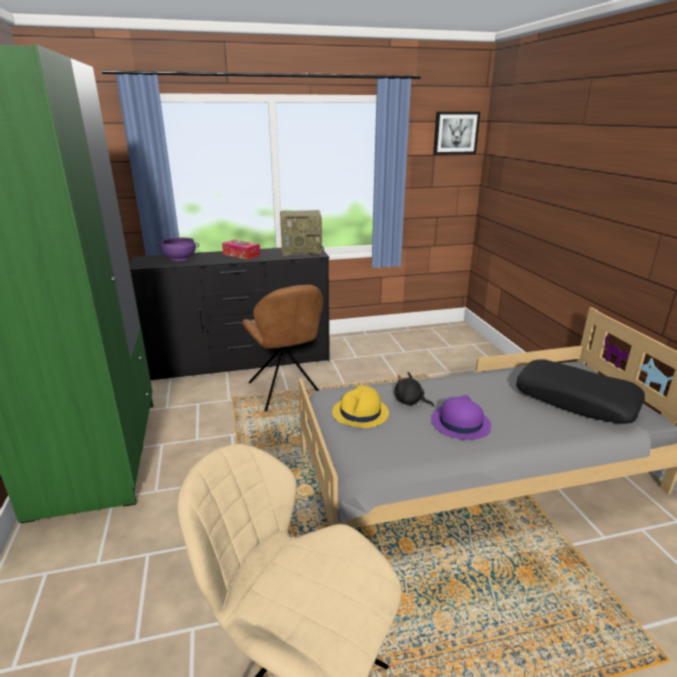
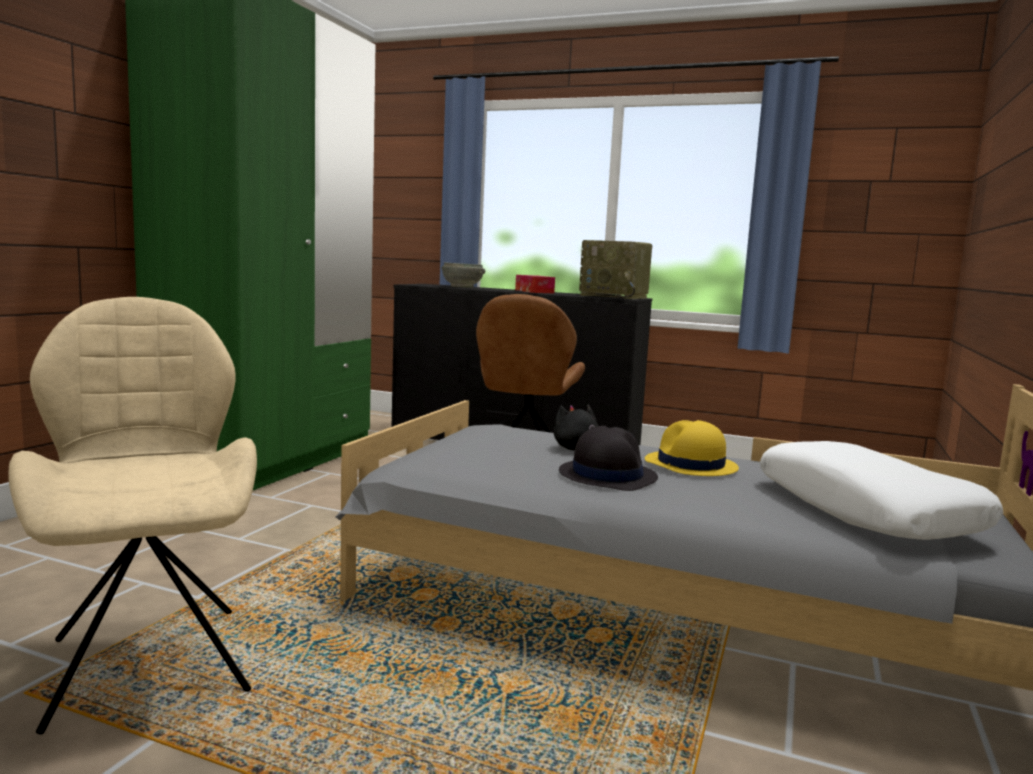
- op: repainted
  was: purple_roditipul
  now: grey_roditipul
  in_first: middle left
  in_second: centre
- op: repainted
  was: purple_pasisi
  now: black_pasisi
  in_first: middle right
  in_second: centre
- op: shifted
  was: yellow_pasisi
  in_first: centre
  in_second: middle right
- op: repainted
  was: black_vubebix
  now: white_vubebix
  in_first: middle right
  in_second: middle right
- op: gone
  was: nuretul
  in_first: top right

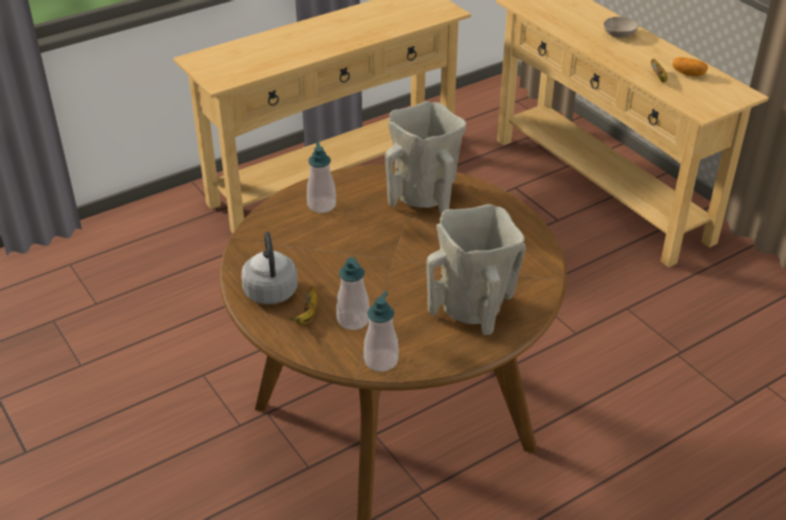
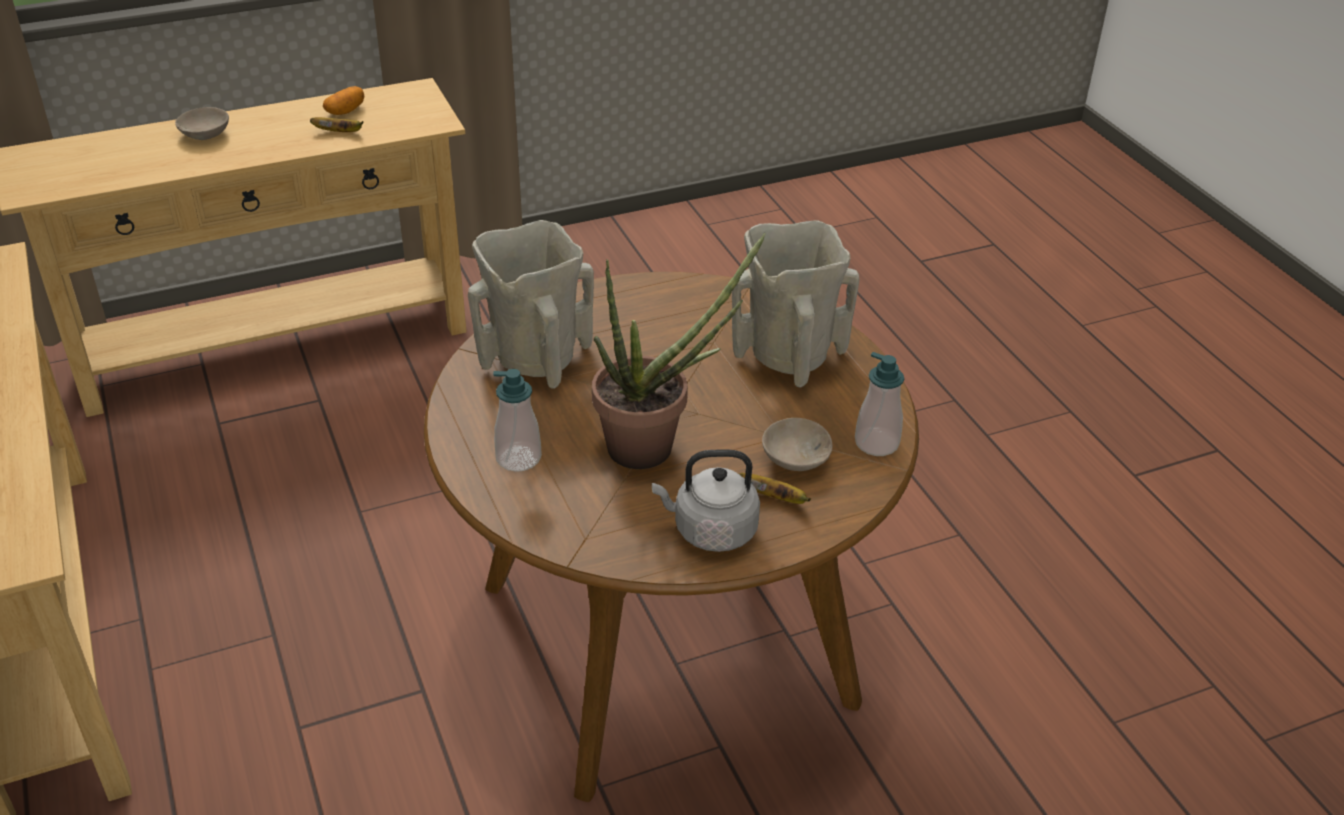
- op: new
  now: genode
  in_second: centre
- op: swapped
  was: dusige (no. 2 from left)
  now: beige_roditipul (no. 2 from left)
  in_first: centre
  in_second: centre

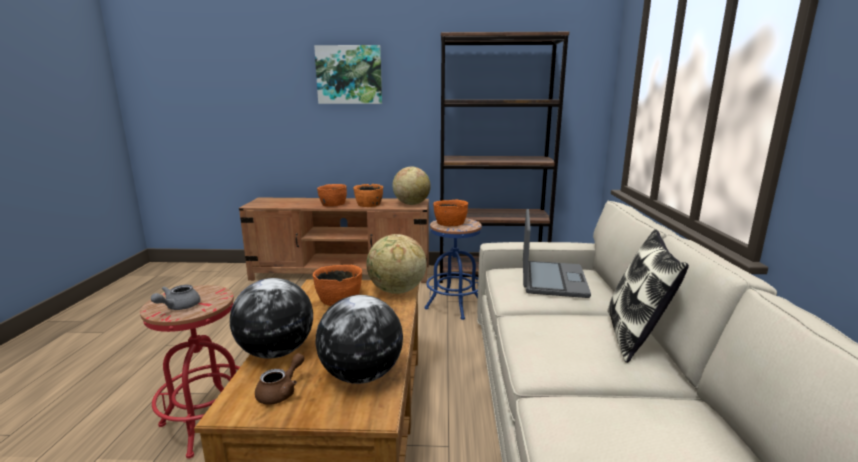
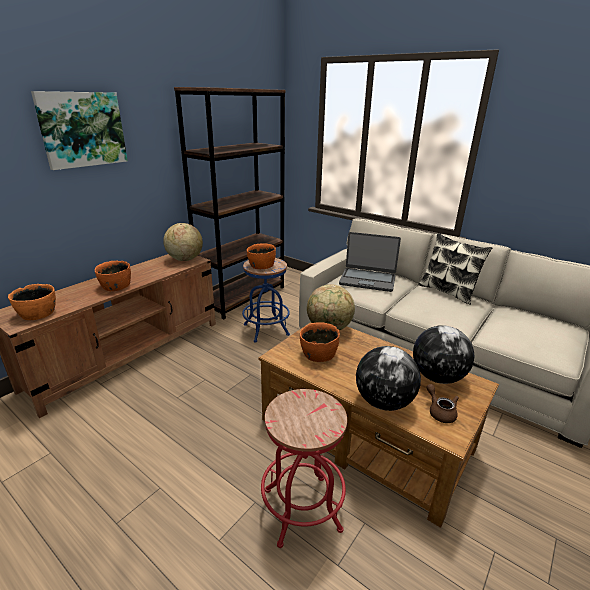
- op: shifted
  was: orange_roditipul (no. 3 from left in the first image)
  now: orange_roditipul (no. 1 from left)
  in_first: centre
  in_second: middle left
- op: rotated
  was: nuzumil
  in_first: centre
  in_second: centre
  clockwise: 150
- op: gone
  was: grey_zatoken
  in_first: middle left

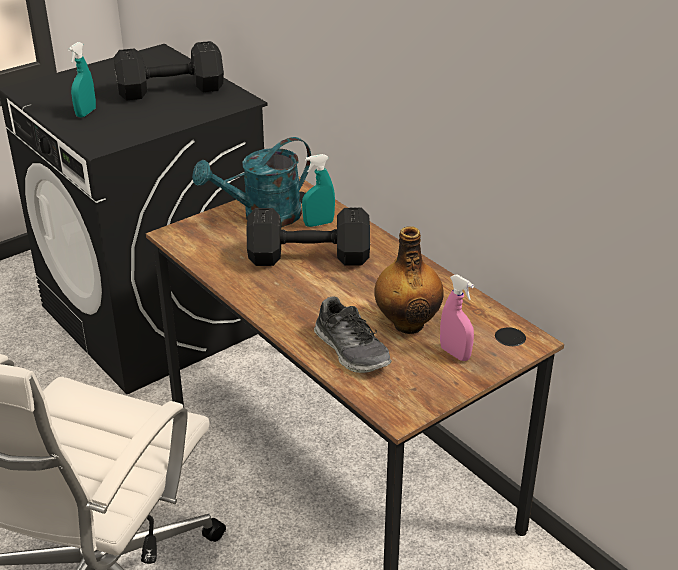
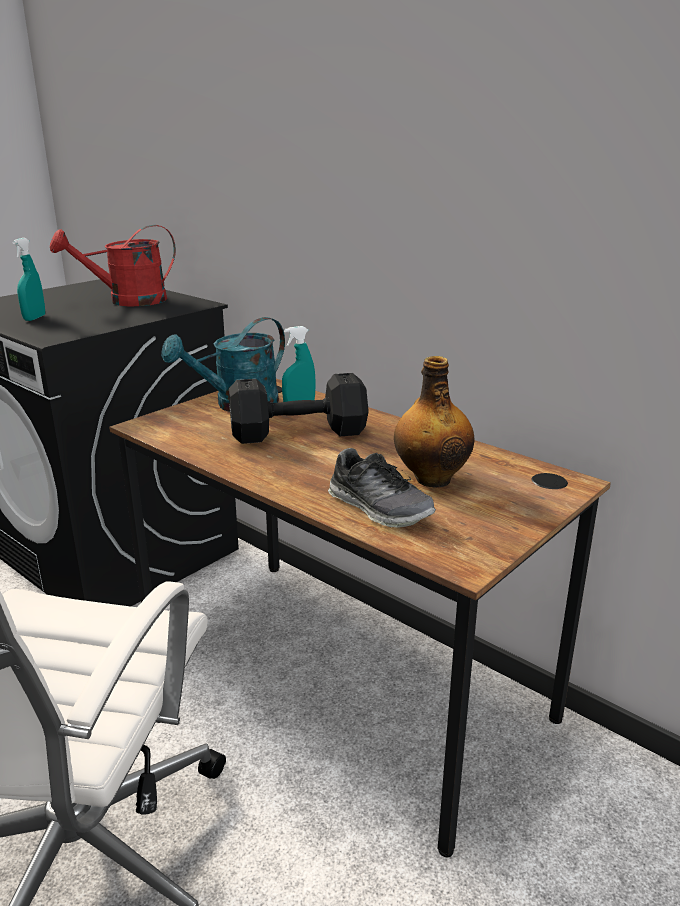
- op: swapped
  was: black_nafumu (no. 1 from left)
  now: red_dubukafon
  in_first: top left
  in_second: top left
- op: gone
  was: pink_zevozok
  in_first: middle right

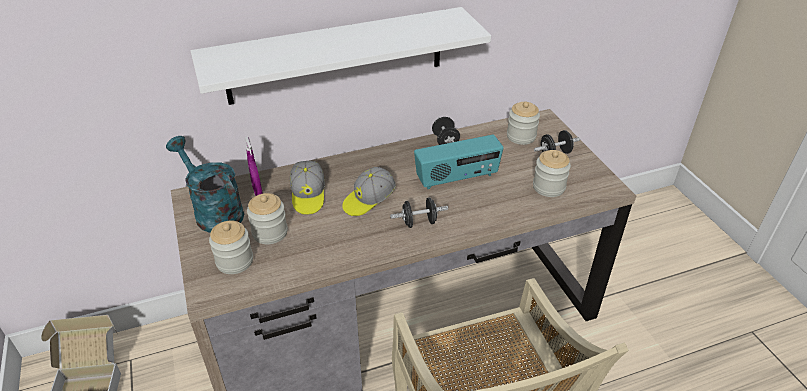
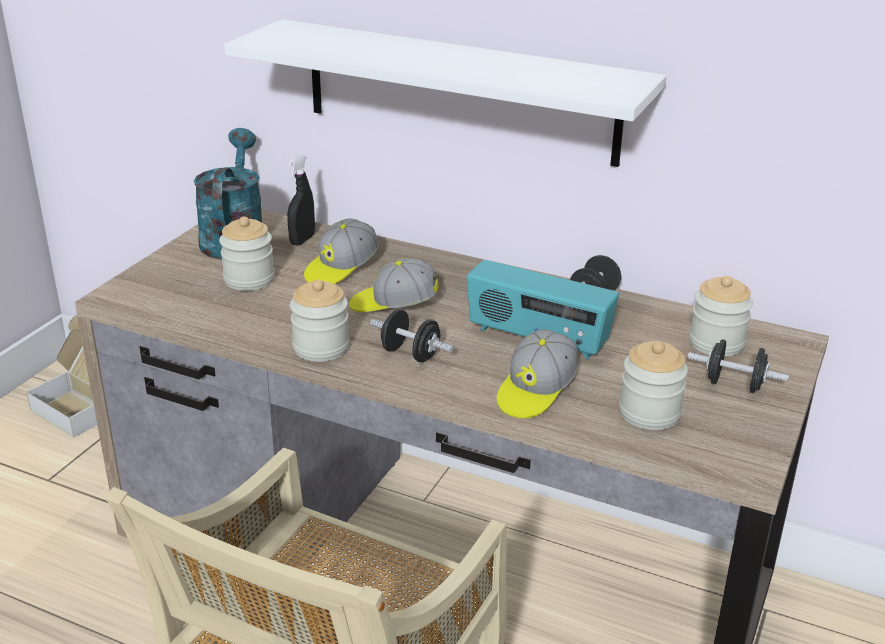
- op: repainted
  was: purple_zevozok
  now: black_zevozok
  in_first: middle left
  in_second: top centre
- op: shifted
  was: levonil (no. 1 from left in the first image)
  now: levonil (no. 2 from left)
  in_first: middle left
  in_second: centre
- op: new
  now: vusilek (no. 3 from left)
  in_second: centre

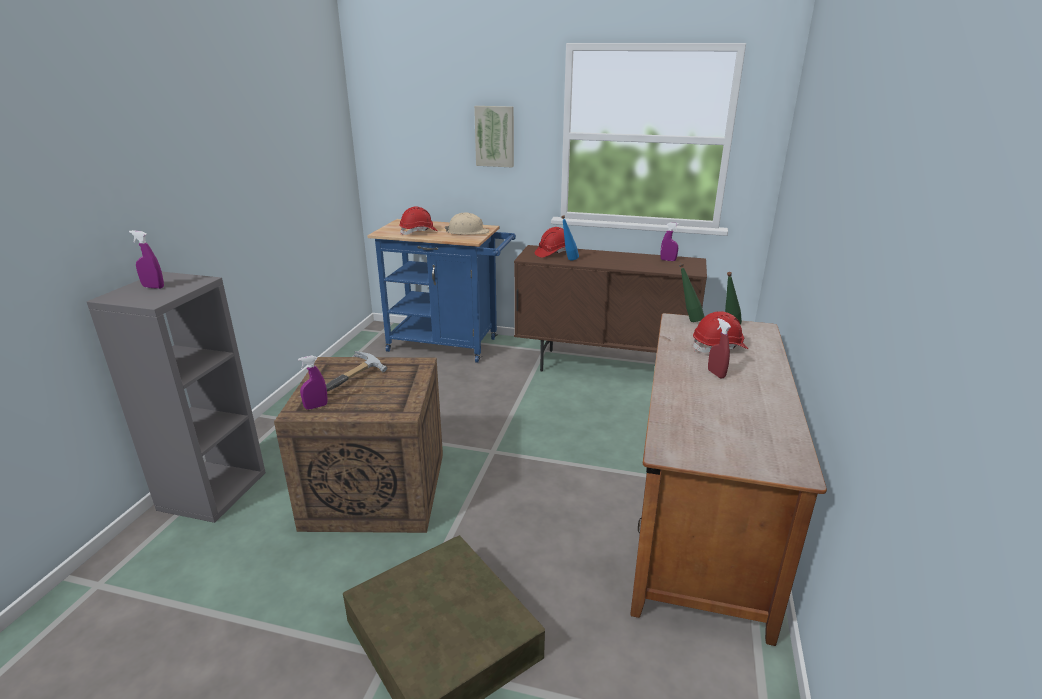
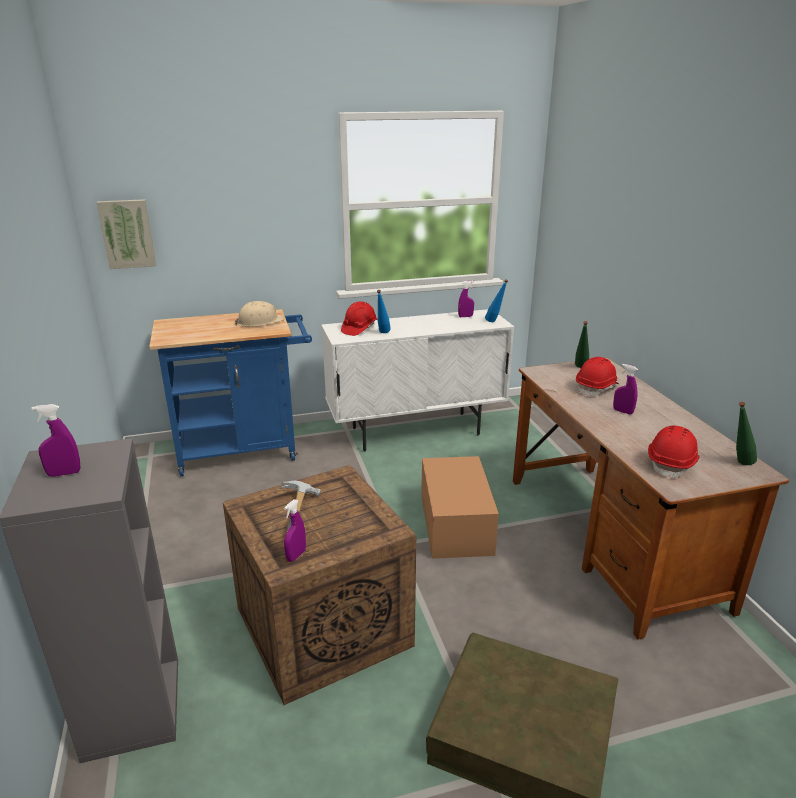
- op: shifted
  was: nuretul
  in_first: top centre
  in_second: top left
- op: repainted
  was: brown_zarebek
  now: white_zarebek
  in_first: centre
  in_second: centre
- op: new
  now: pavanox
  in_second: centre
- op: new
  now: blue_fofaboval (no. 2 from left)
  in_second: centre
- op: repainted
  was: red_zevozok
  now: purple_zevozok (no. 4 from left)
  in_first: middle right
  in_second: middle right
- op: shifted
  was: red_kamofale (no. 1 from left in the first image)
  now: red_kamofale (no. 3 from left)
  in_first: top centre
  in_second: middle right
- op: shifted
  was: green_fofaboval (no. 1 from left in the first image)
  now: green_fofaboval (no. 2 from left)
  in_first: centre
  in_second: middle right

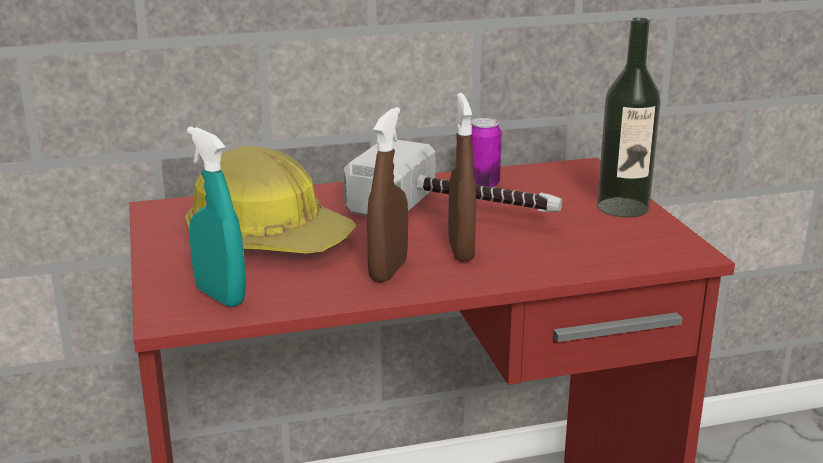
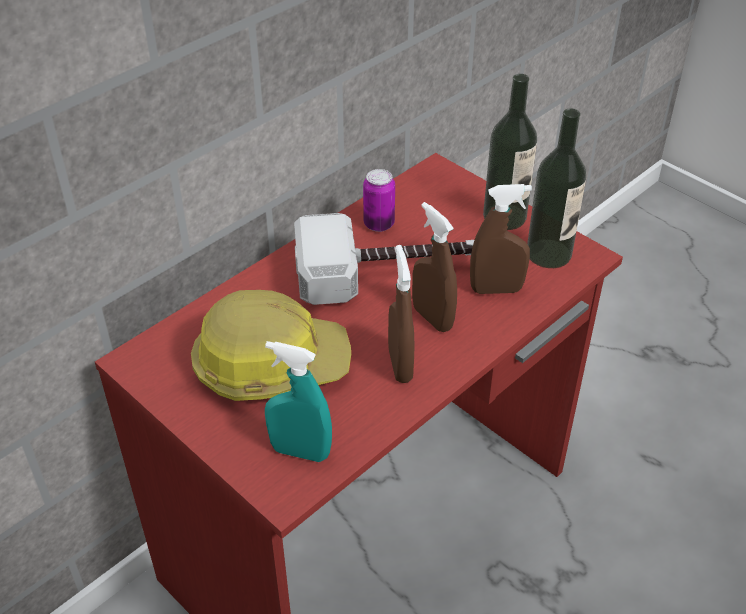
- op: new
  now: brown_zevozok (no. 3 from left)
  in_second: middle right
- op: new
  now: fofaboval (no. 2 from left)
  in_second: top right

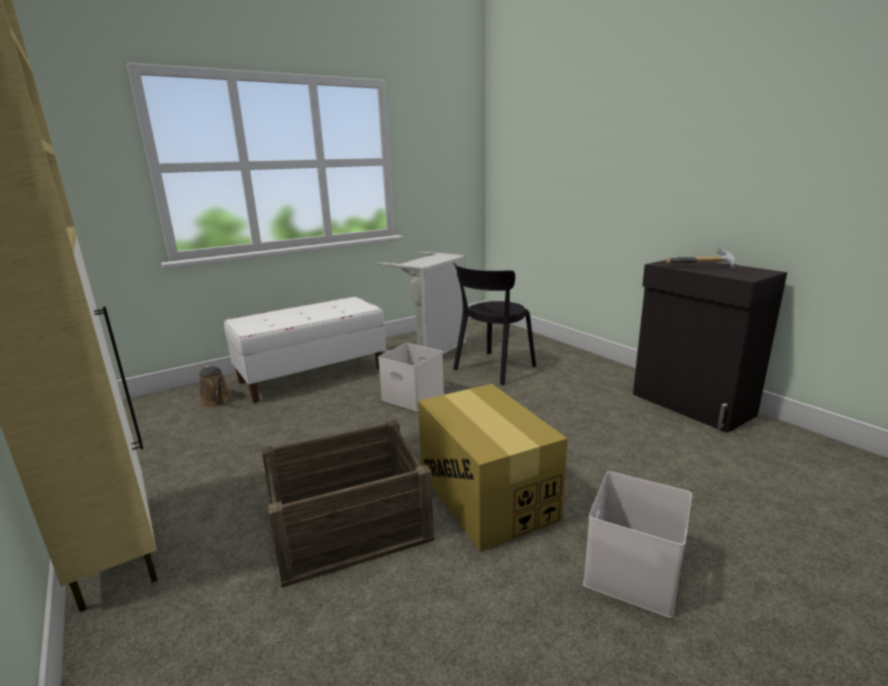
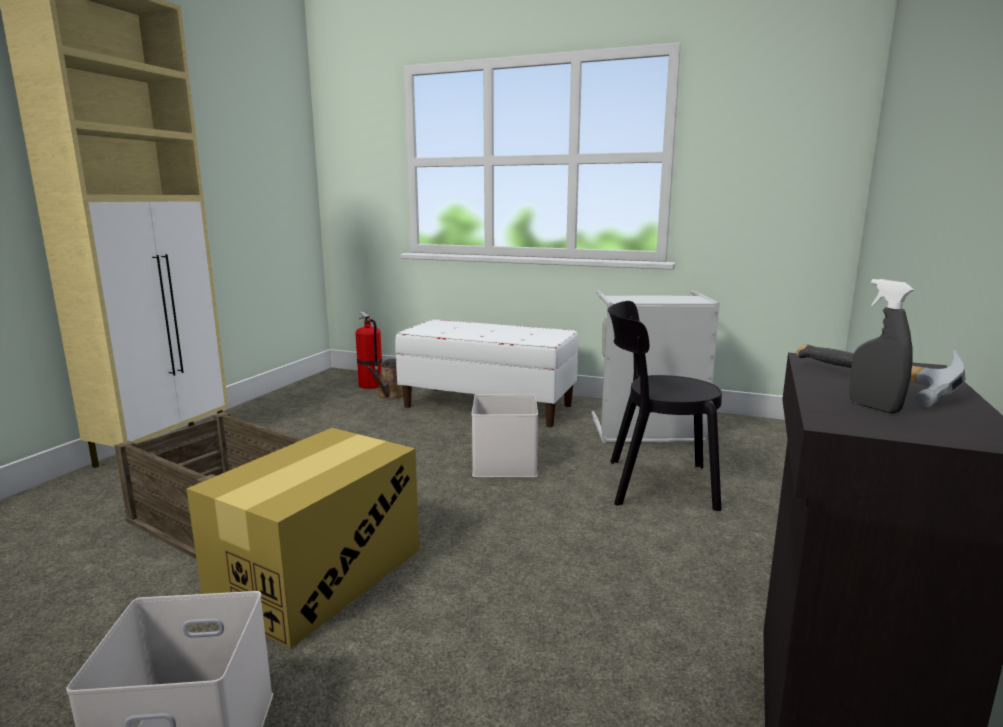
- op: new
  now: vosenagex
  in_second: centre
- op: new
  now: grey_zevozok
  in_second: middle right

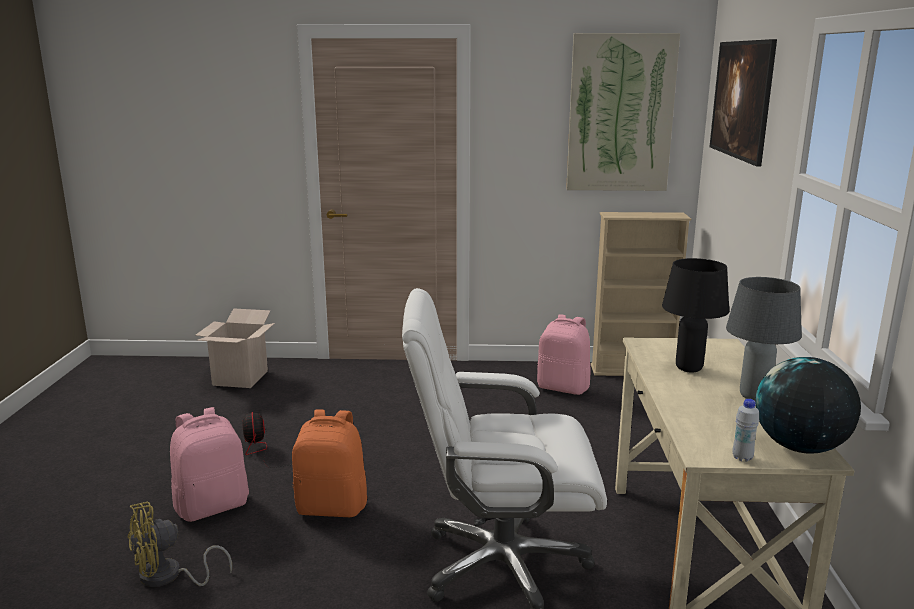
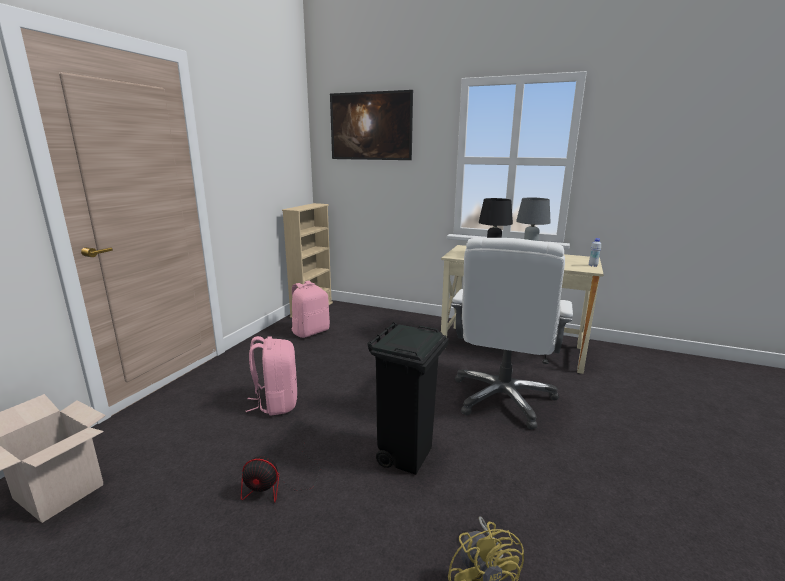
- op: shifted
  was: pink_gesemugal (no. 1 from left)
  in_first: bottom left
  in_second: centre
- op: swapped
  was: orange_gesemugal
  now: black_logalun
  in_first: bottom centre
  in_second: bottom centre
- op: gone
  was: nuretul (no. 1 from left)
  in_first: top right
- op: gone
  was: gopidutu
  in_first: middle right

